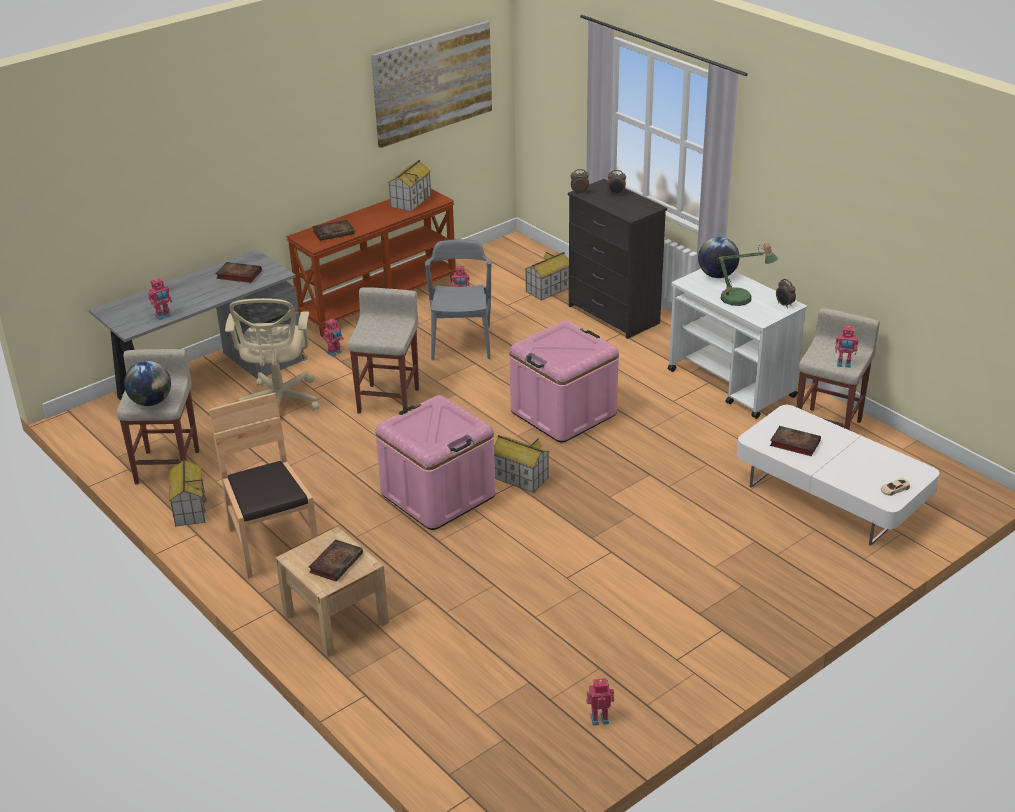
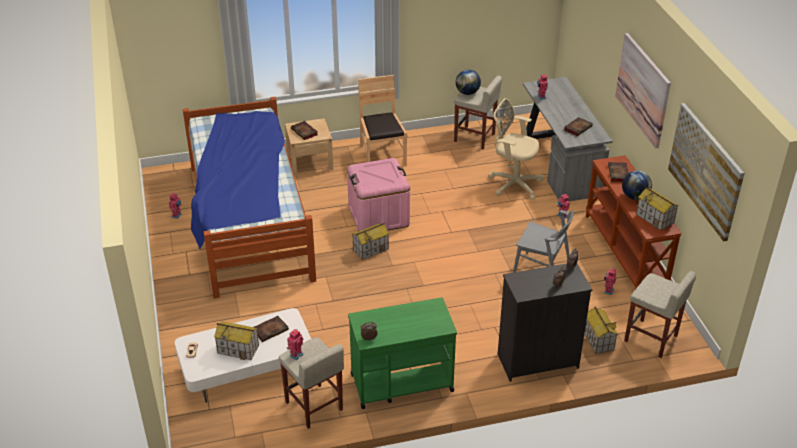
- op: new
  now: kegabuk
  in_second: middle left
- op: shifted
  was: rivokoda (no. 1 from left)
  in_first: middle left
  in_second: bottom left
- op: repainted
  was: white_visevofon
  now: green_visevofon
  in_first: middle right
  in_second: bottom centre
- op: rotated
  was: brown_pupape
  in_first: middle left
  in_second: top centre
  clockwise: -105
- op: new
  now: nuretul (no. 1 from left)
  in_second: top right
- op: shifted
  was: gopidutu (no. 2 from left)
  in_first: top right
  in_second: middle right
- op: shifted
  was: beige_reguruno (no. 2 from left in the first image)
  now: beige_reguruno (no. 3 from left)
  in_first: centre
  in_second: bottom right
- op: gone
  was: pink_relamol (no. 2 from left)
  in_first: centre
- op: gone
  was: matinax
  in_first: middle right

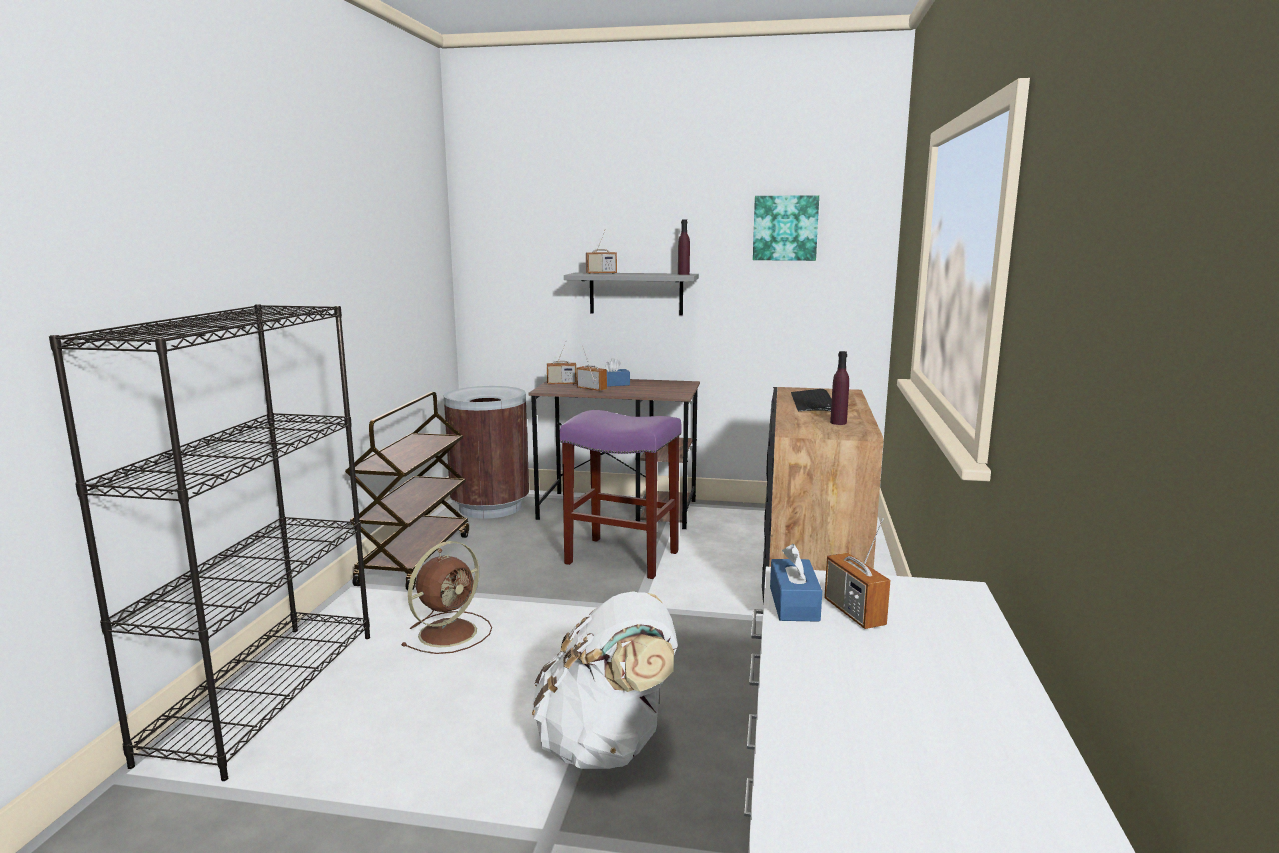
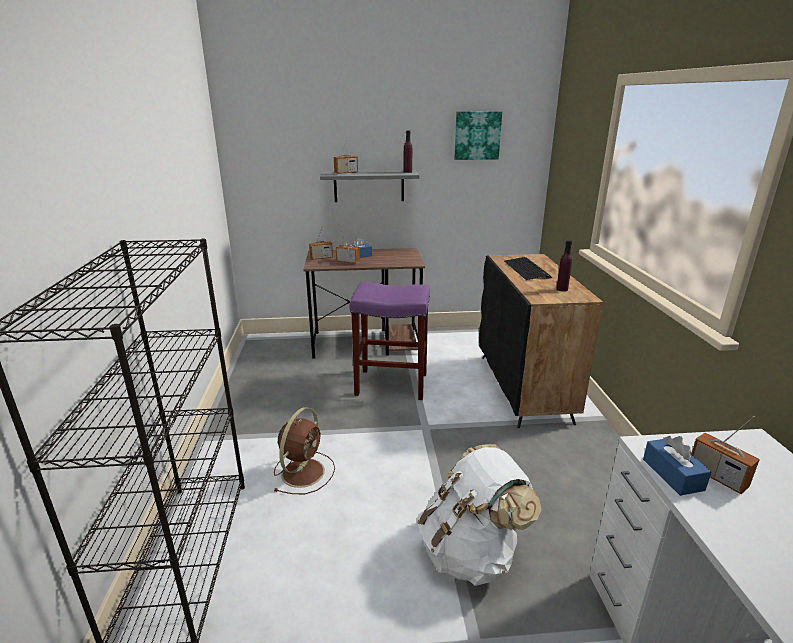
- op: gone
  was: brown_visevofon
  in_first: middle left
- op: gone
  was: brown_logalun
  in_first: centre

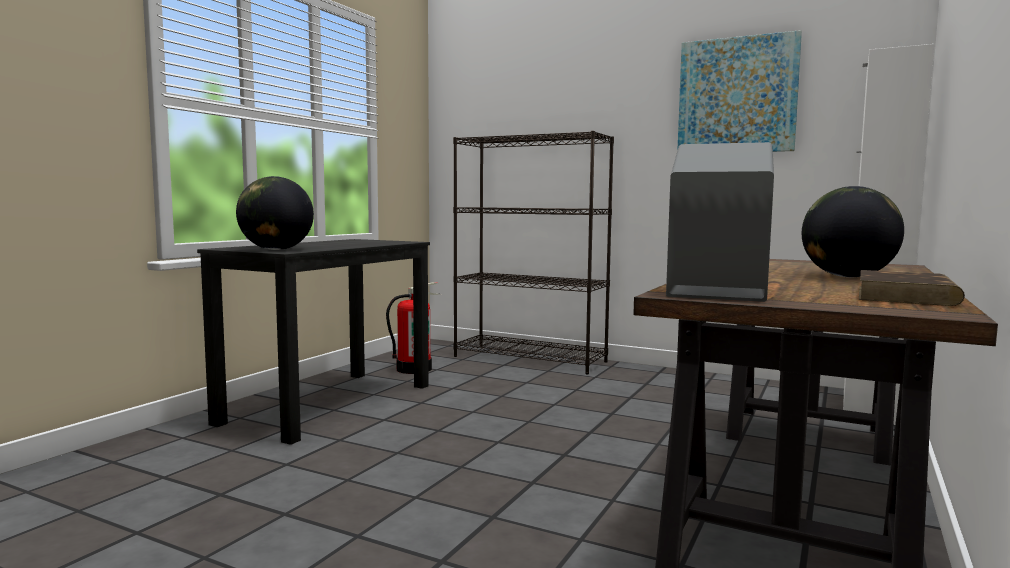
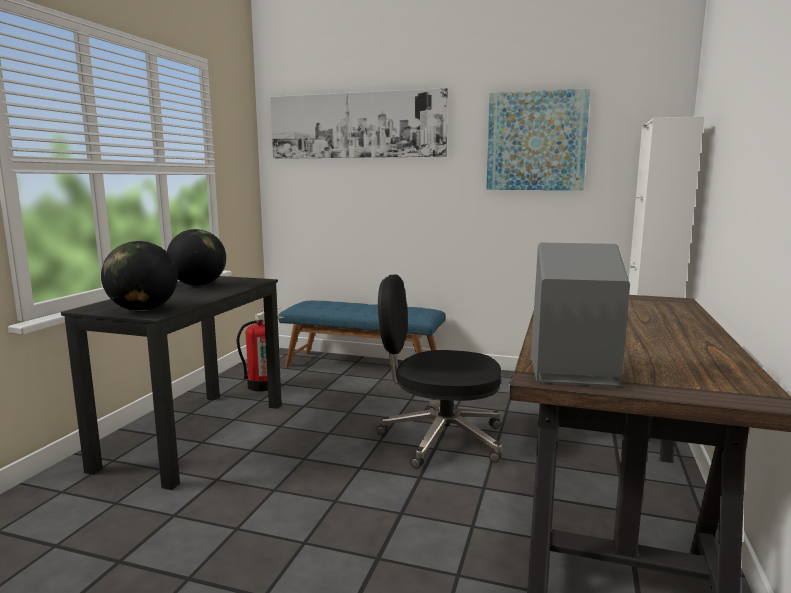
- op: shifted
  was: gopidutu (no. 2 from left)
  in_first: middle right
  in_second: middle left
- op: new
  now: nuretul (no. 1 from left)
  in_second: top centre
- op: swapped
  was: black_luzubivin
  now: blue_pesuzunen
  in_first: centre
  in_second: centre
- op: new
  now: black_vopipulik
  in_second: centre
- op: gone
  was: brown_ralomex
  in_first: middle right

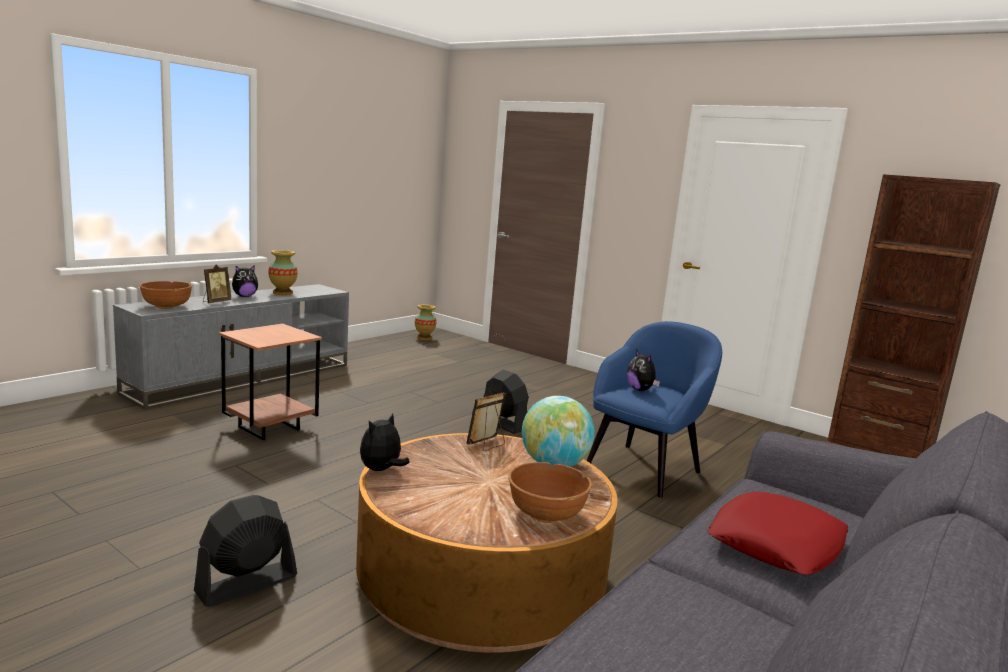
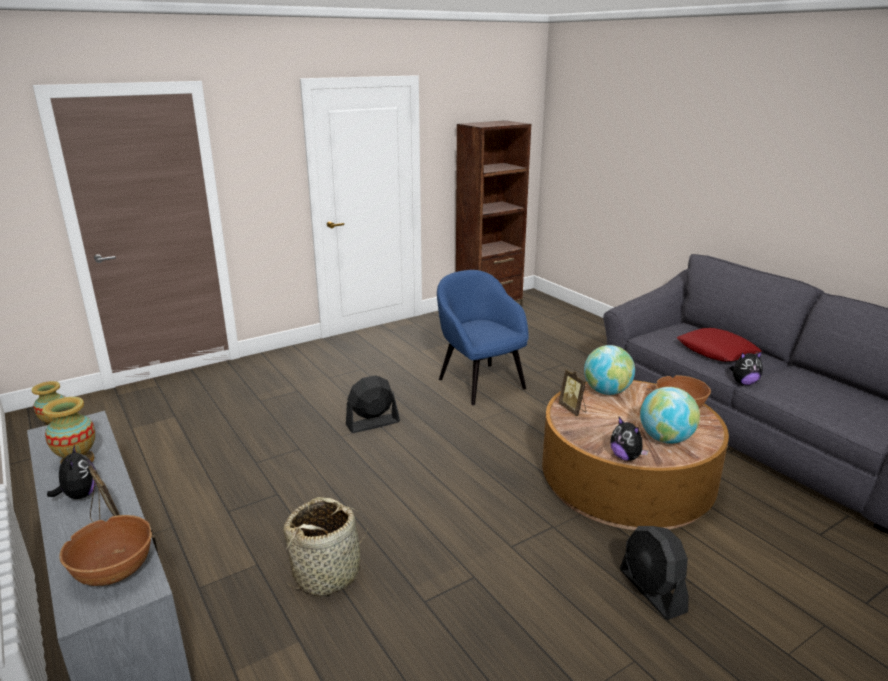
- op: swapped
  was: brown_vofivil
  now: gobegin
  in_first: middle left
  in_second: bottom centre
- op: new
  now: gopidutu (no. 2 from left)
  in_second: middle right
- op: shifted
  was: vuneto (no. 3 from left)
  in_first: centre
  in_second: middle right

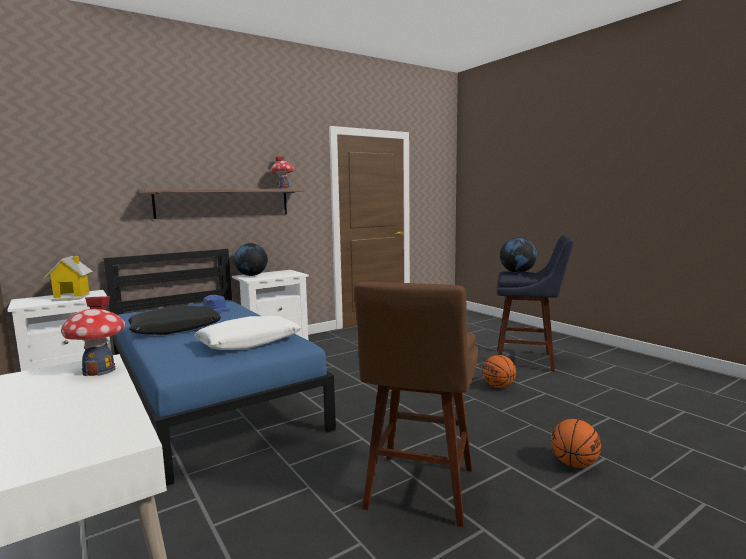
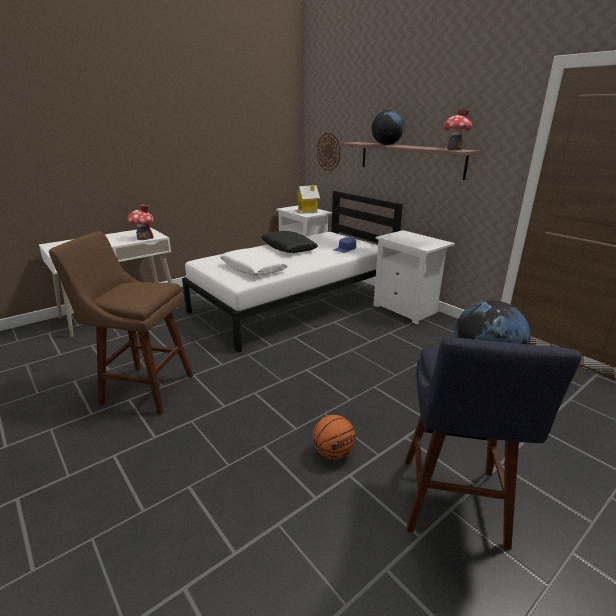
- op: repainted
  was: blue_kegabuk
  now: white_kegabuk
  in_first: middle left
  in_second: centre
- op: new
  now: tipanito
  in_second: top centre
- op: shifted
  was: gopidutu (no. 1 from left)
  in_first: centre
  in_second: top centre
- op: gone
  was: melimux (no. 2 from left)
  in_first: bottom right

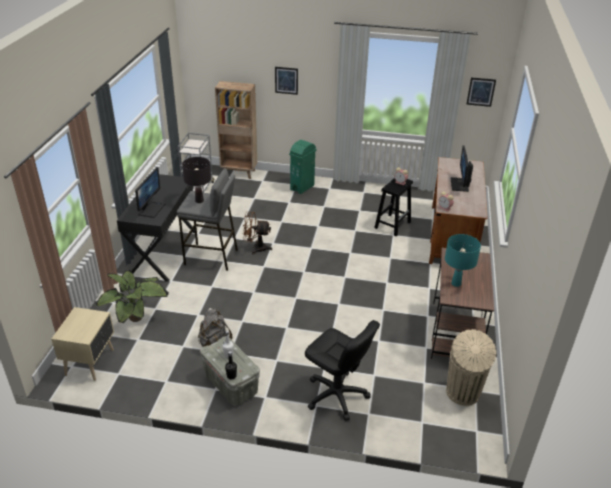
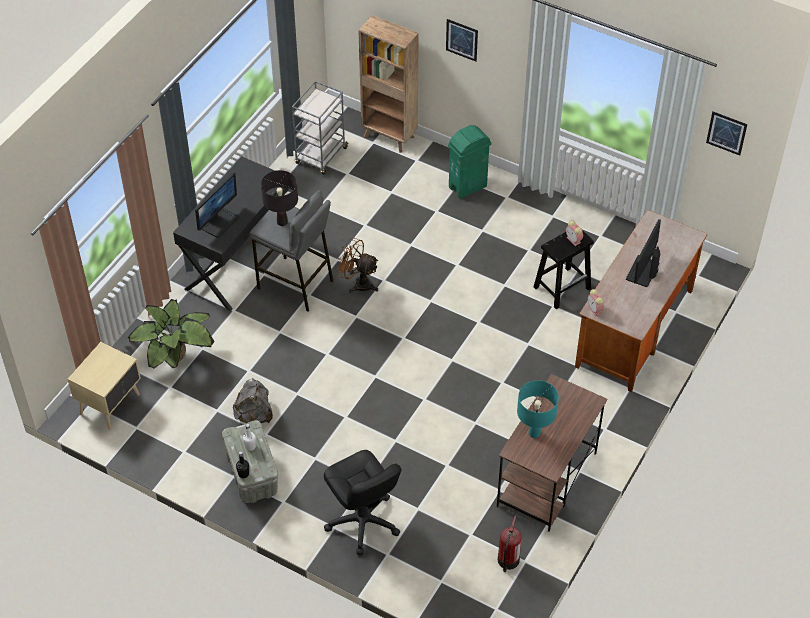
- op: swapped
  was: beige_logalun
  now: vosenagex
  in_first: bottom right
  in_second: bottom centre

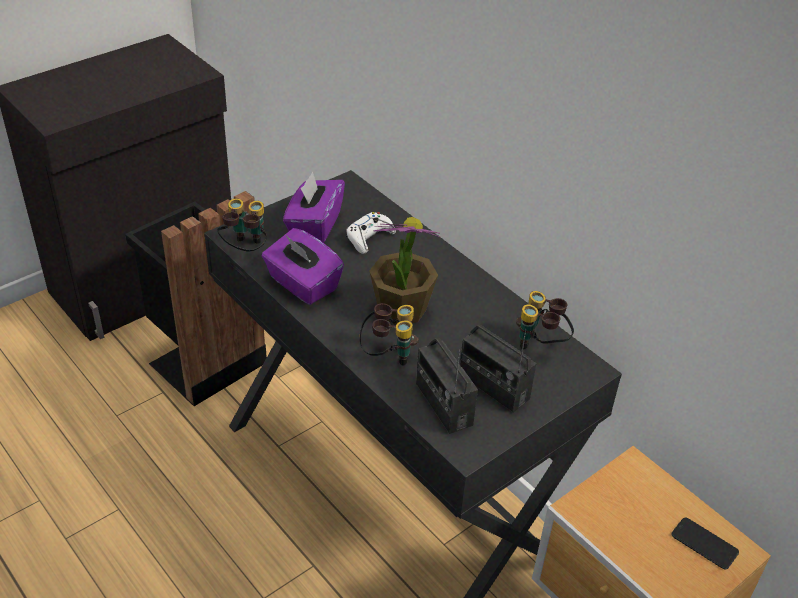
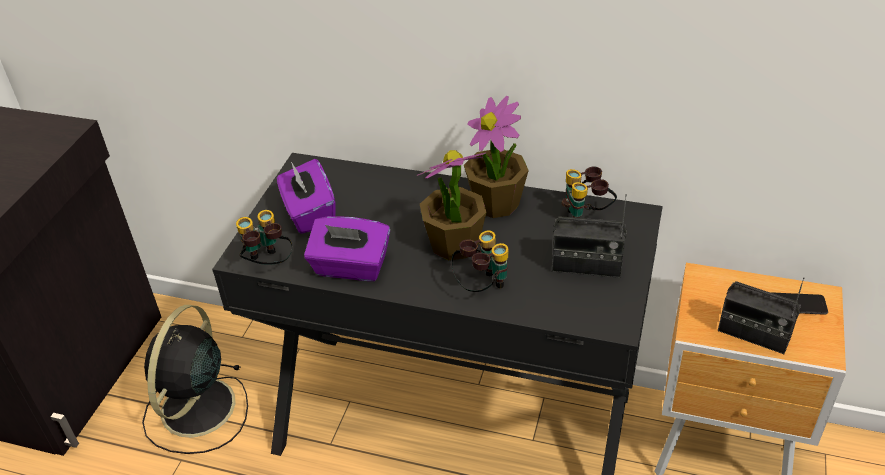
- op: swapped
  was: black_logalun
  now: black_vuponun
  in_first: middle left
  in_second: bottom left
- op: new
  now: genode (no. 2 from left)
  in_second: top centre
- op: shifted
  was: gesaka (no. 1 from left in the first image)
  now: gesaka (no. 2 from left)
  in_first: centre
  in_second: middle right
- op: gone
  was: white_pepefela
  in_first: centre

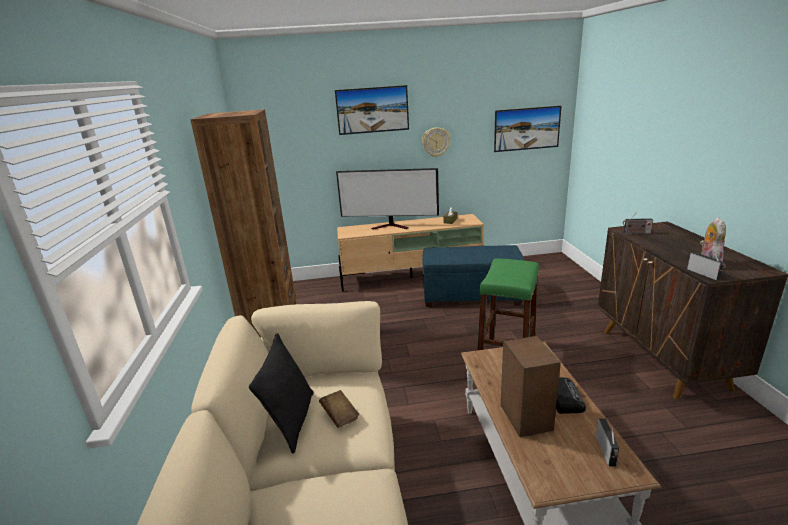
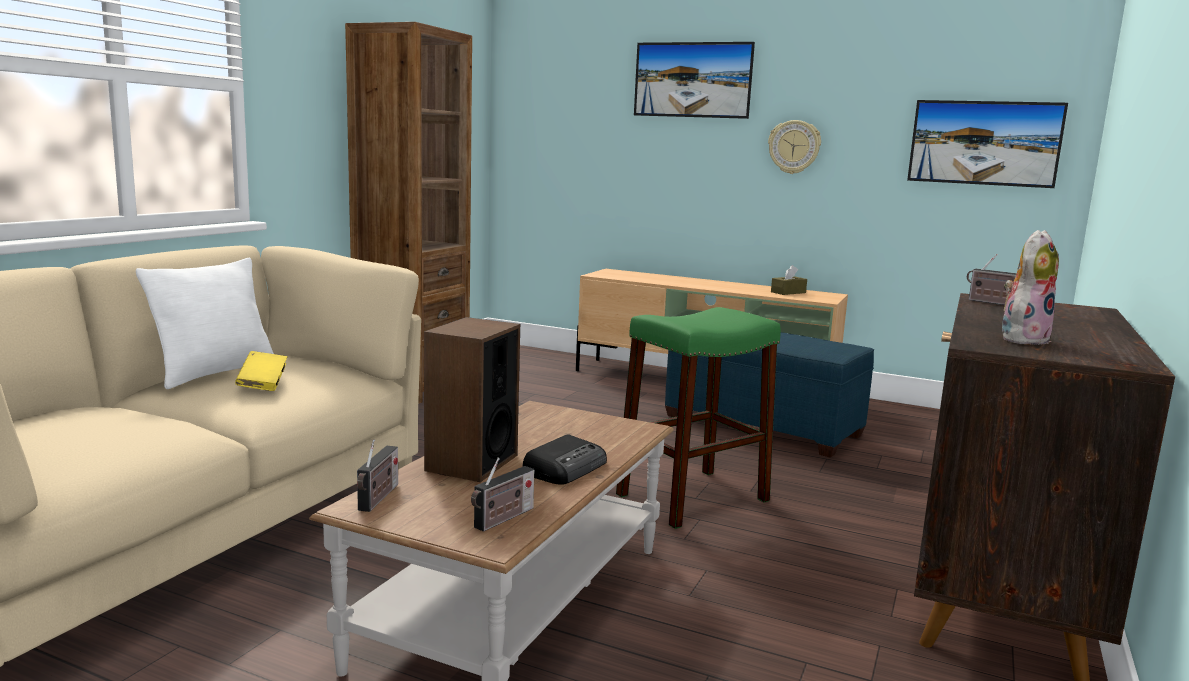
- op: repainted
  was: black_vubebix
  now: white_vubebix
  in_first: bottom centre
  in_second: middle left
- op: repainted
  was: brown_ralomex
  now: yellow_ralomex
  in_first: bottom centre
  in_second: middle left
- op: shifted
  was: gesaka (no. 4 from left in the first image)
  now: gesaka (no. 1 from left)
  in_first: middle right
  in_second: bottom left
- op: gone
  was: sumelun
  in_first: centre

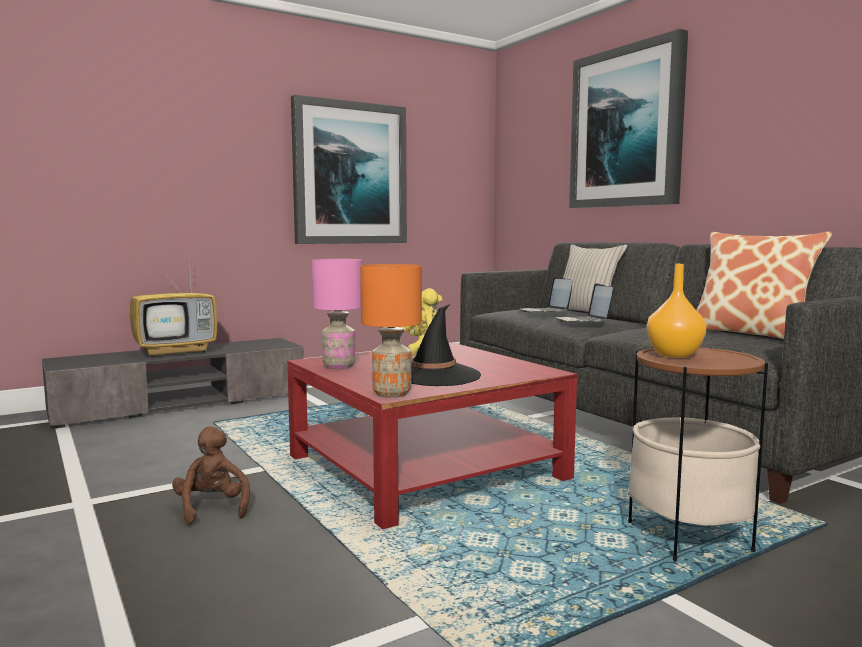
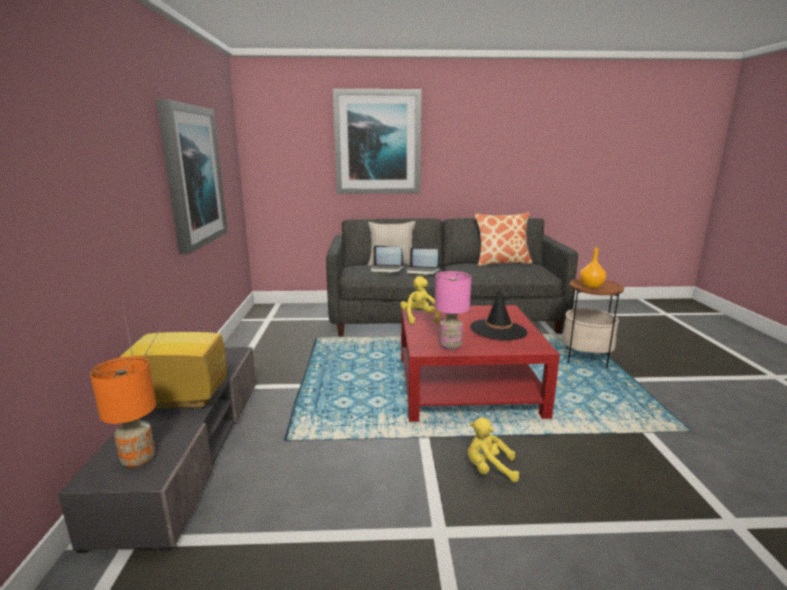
- op: shifted
  was: orange_matinax
  in_first: centre
  in_second: bottom left
- op: rotated
  was: sumelun
  in_first: middle left
  in_second: middle left
  clockwise: -90
- op: repainted
  was: brown_vuneto
  now: yellow_vuneto (no. 2 from left)
  in_first: bottom left
  in_second: bottom centre

